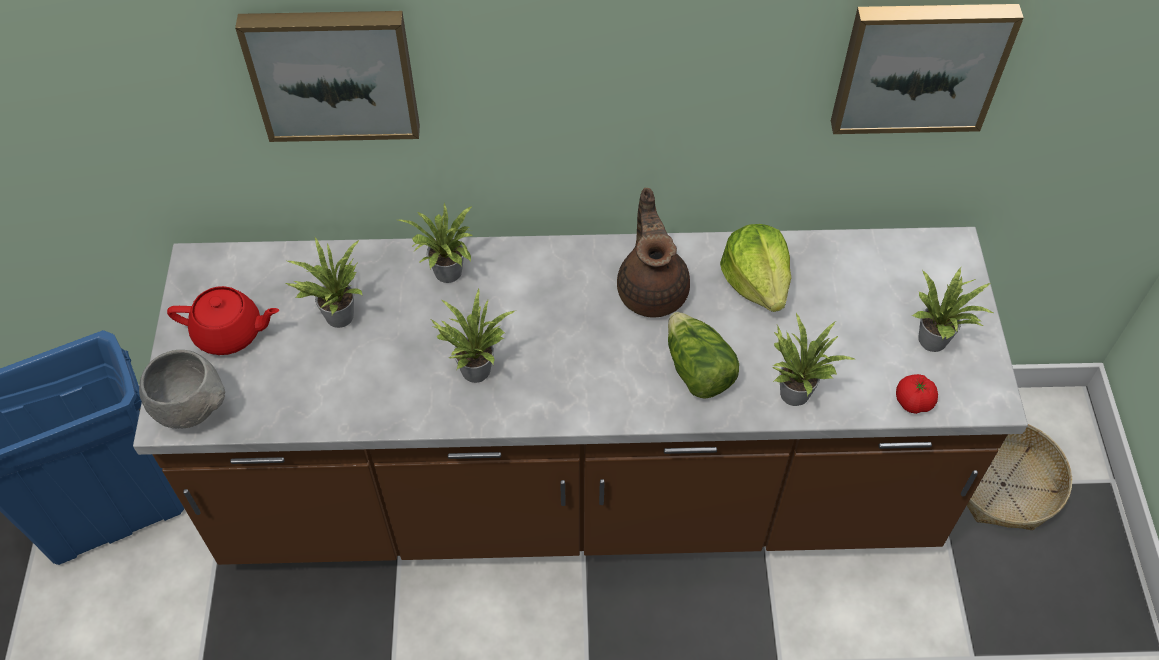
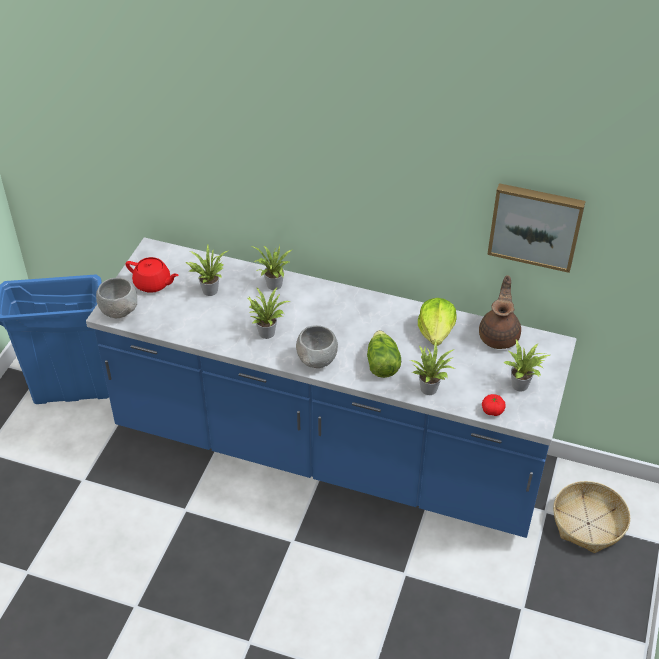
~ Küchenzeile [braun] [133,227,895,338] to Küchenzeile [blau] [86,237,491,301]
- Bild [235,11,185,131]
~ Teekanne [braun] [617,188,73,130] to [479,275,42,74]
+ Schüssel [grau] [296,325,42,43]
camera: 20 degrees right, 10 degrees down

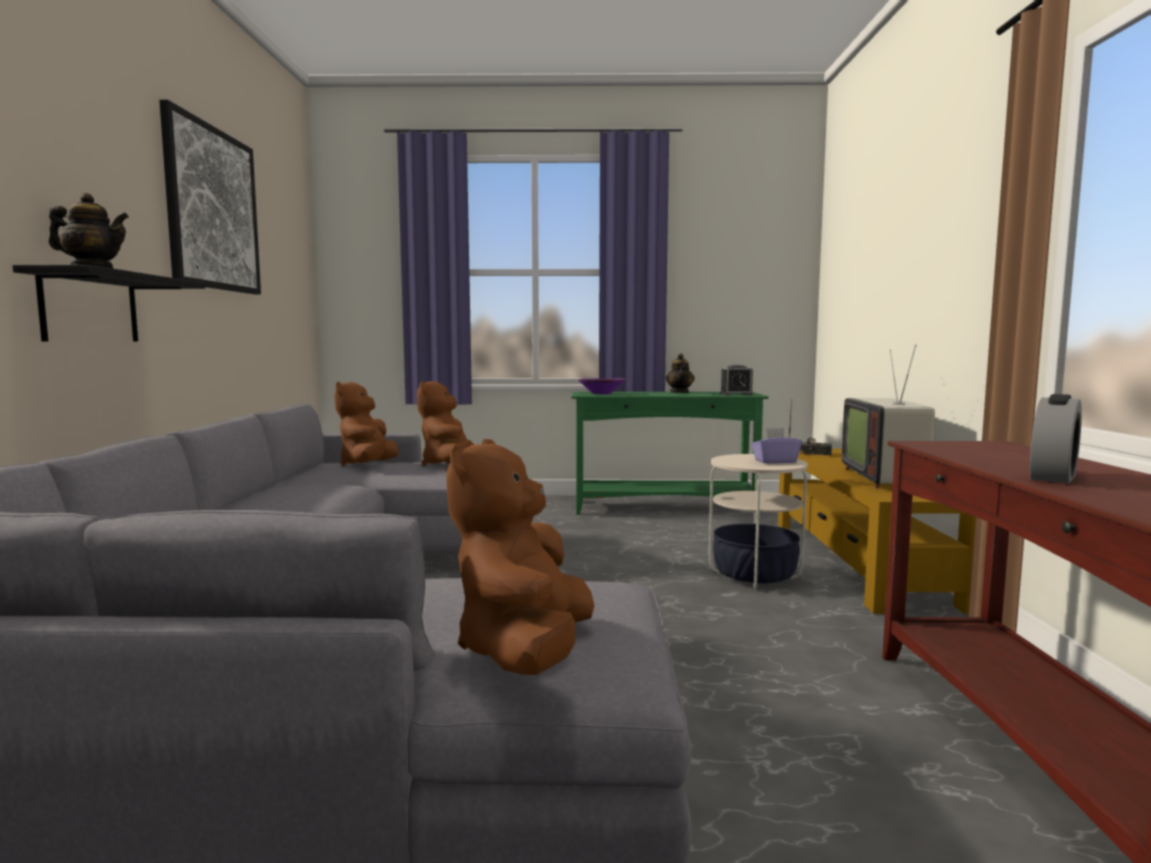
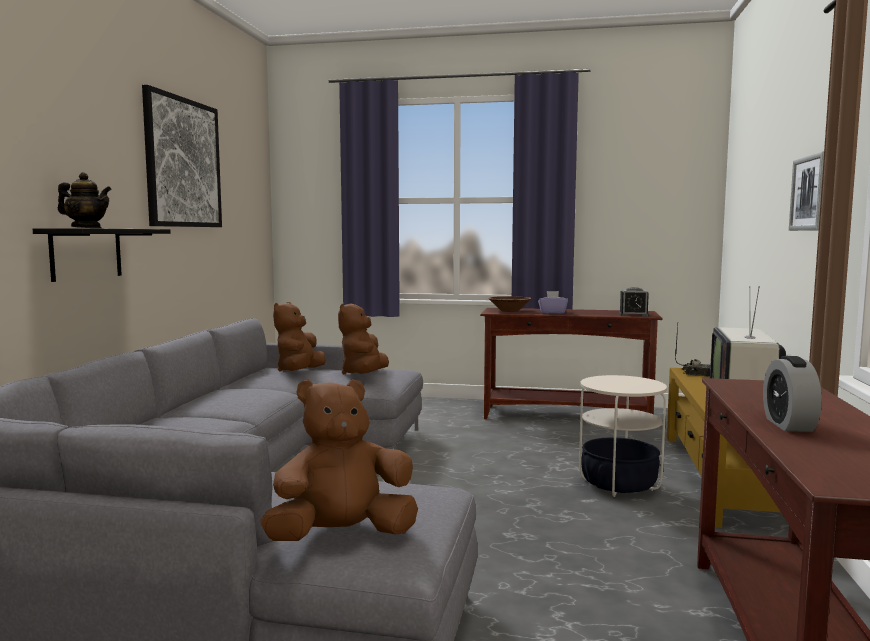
~ Plüschtier [braun] [446,439,149,236] = [260,379,158,162] 45 degrees clockwise
~ Konsolentisch [grün] [571,392,198,123] to Konsolentisch [braun] [480,308,183,111]
~ Schüssel [lila] [578,378,47,16] to Schüssel [braun] [488,296,43,16]
- Teekanne [666,354,29,39]
~ Taschentuchbox [lila] [751,428,51,36] to [538,291,30,23]
~ Wecker [1030,394,52,90] = [763,356,59,76] 135 degrees clockwise
+ Bild [789,151,35,80]
camera: 10 degrees right, 0 degrees up

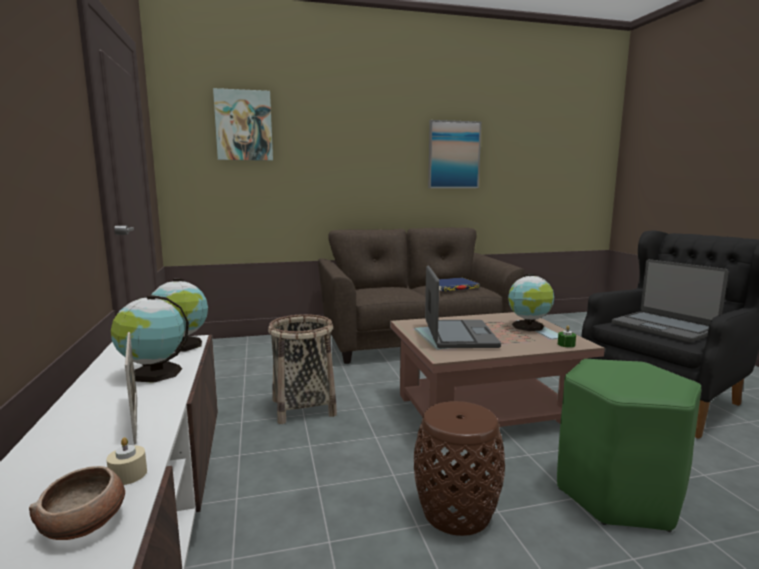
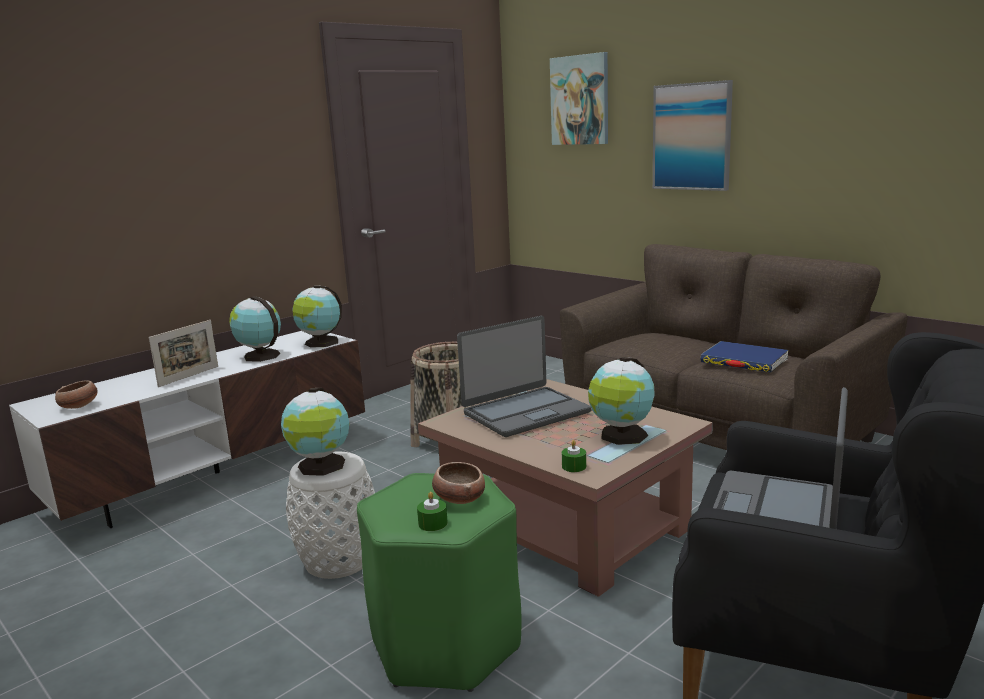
- Kerze [beige] [106,437,41,48]
~ Hocker [braun] [414,401,91,135] to Hocker [weiß] [286,452,89,127]
~ Bild [428,120,53,68] to [653,80,80,111]
+ Globus [281,388,68,88]
+ Kerze [grün] [417,492,31,39]
+ Schüssel [432,462,53,42]
camera: 60 degrees right, 5 degrees up

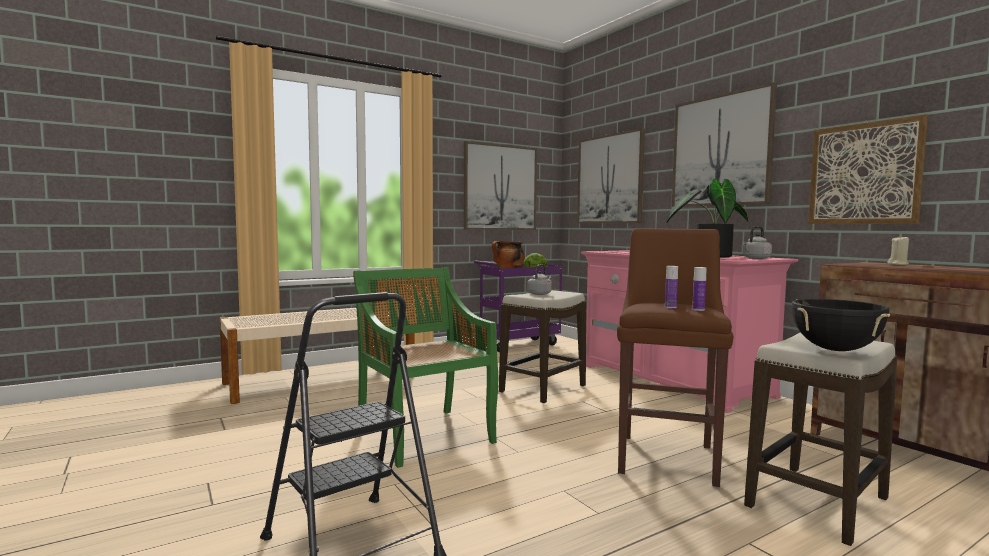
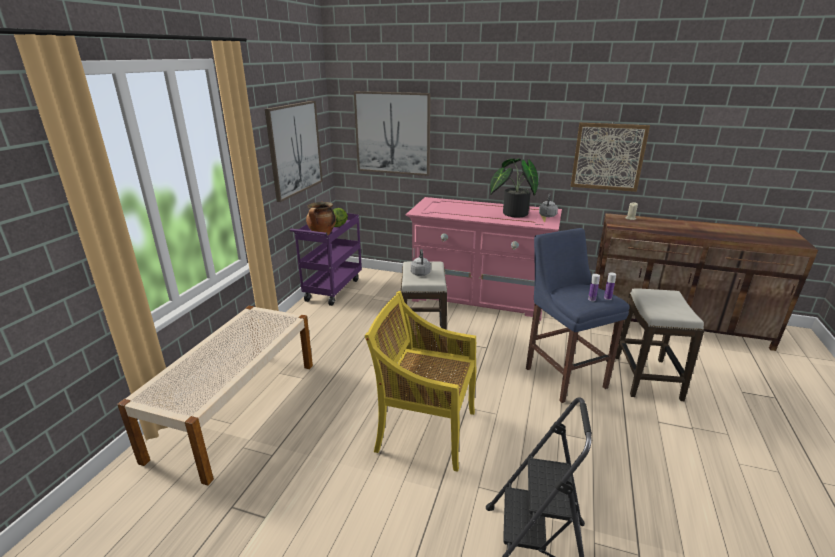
~ Stuhl [grün] [353,267,145,201] to Stuhl [gelb] [364,291,112,181]
~ Hocker [braun] [617,228,116,259] to Hocker [blau] [526,228,104,175]
- Bild [672,82,105,125]
- Kochtopf [schwarz] [791,299,99,52]
camera: 40 degrees left, 20 degrees up

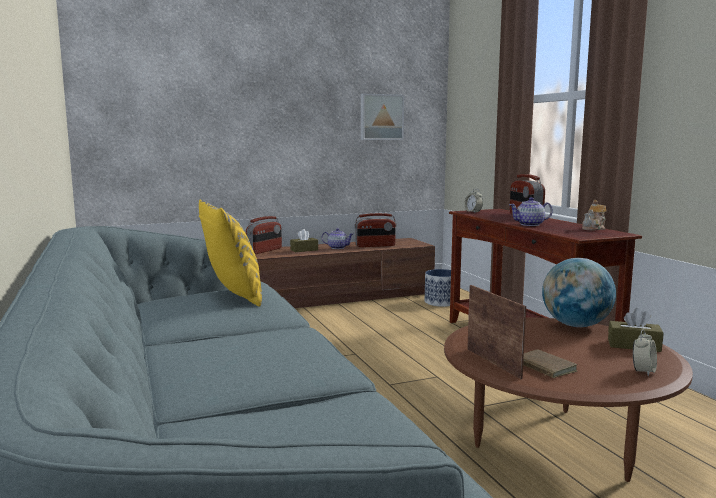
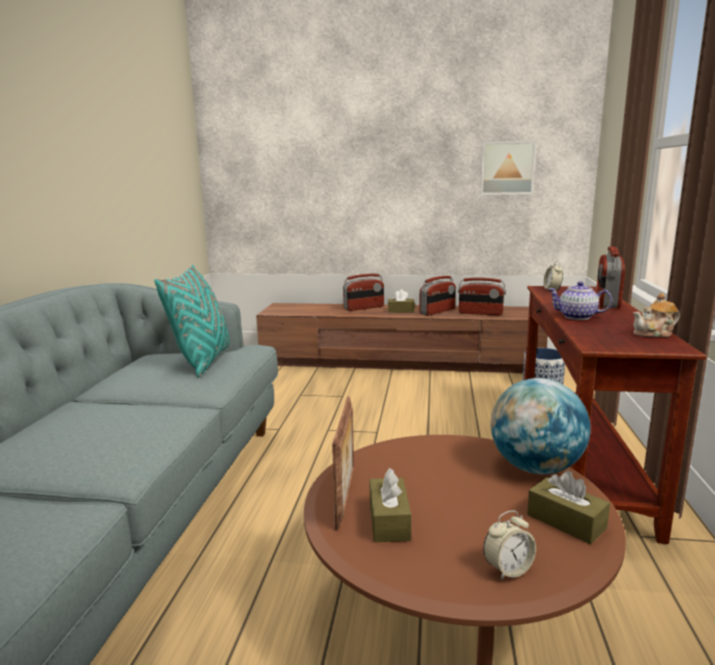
~ Kissen [gelb] [199,200,63,107] to Kissen [türkis] [154,265,76,113]
~ Teekanne [322,228,31,21] to Radio [419,276,37,40]
~ Buch [braun] [523,349,54,29] to Taschentuchbox [braun] [370,468,41,74]
camera: 30 degrees right, 5 degrees up

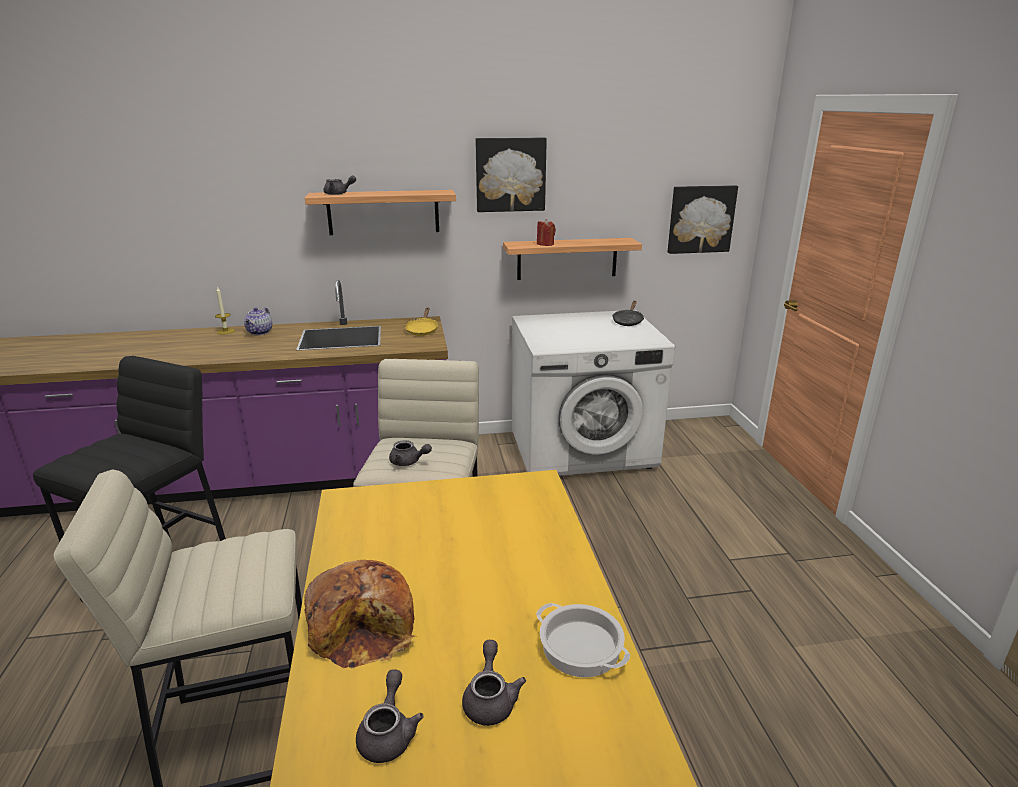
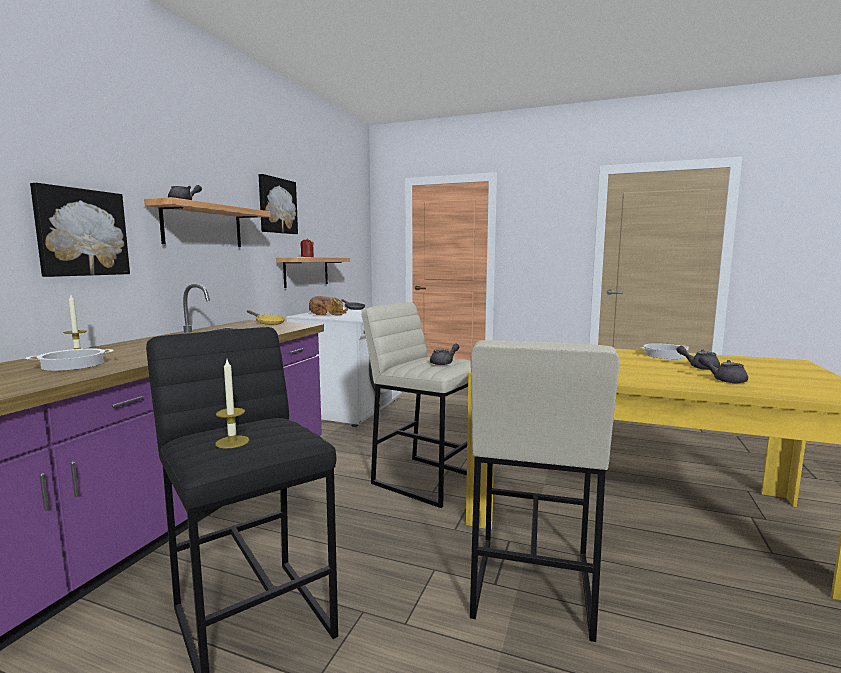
- Teekanne [244,307,28,28]
~ Brot [304,560,112,109] to [309,296,39,20]
~ Bild [668,185,70,69] to [30,183,100,94]
+ Kochtopf [25,349,89,22]
+ Kerze [215,360,35,88]
camera: 60 degrees left, 15 degrees down

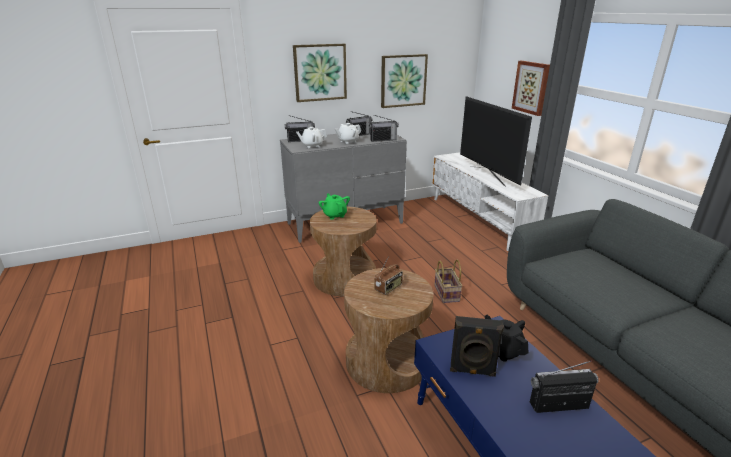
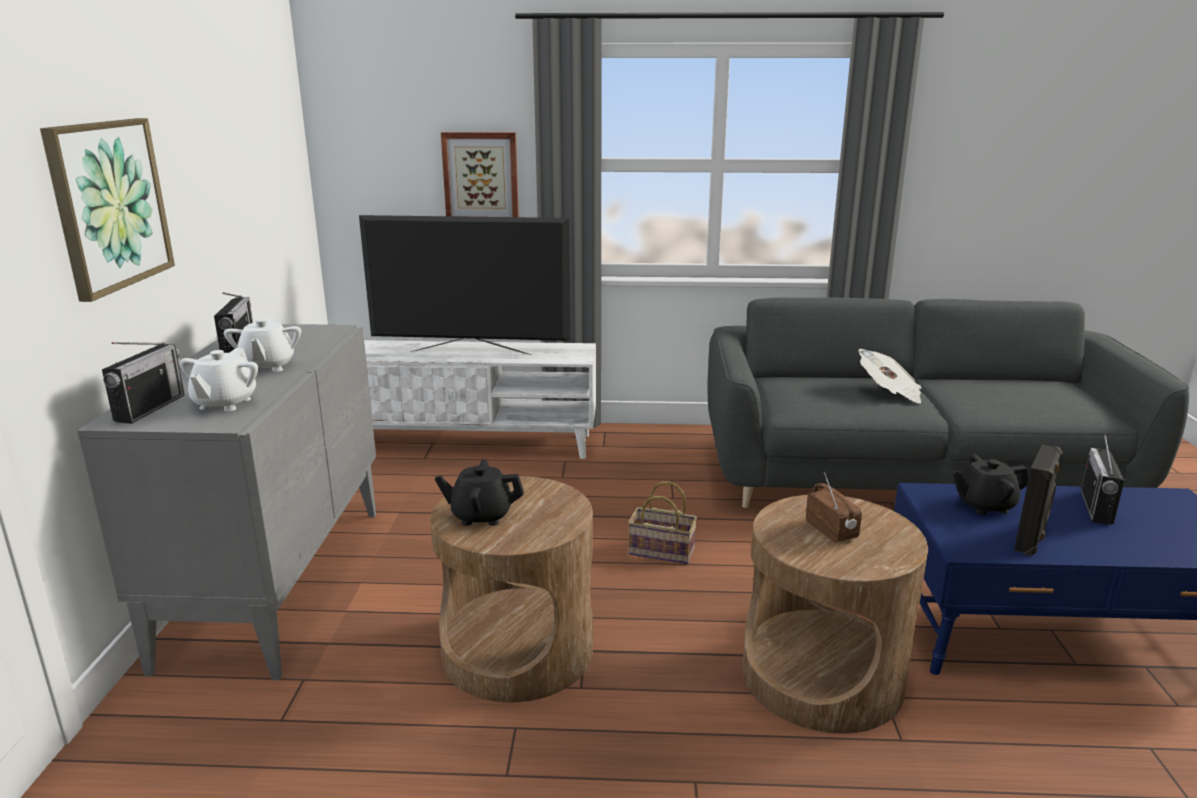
~ Teekanne [grün] [319,193,31,27] to Teekanne [schwarz] [435,460,89,66]
- Radio [369,115,30,27]
- Bild [381,54,47,54]
+ Zeitung [858,349,64,54]
camera: 65 degrees left, 5 degrees down

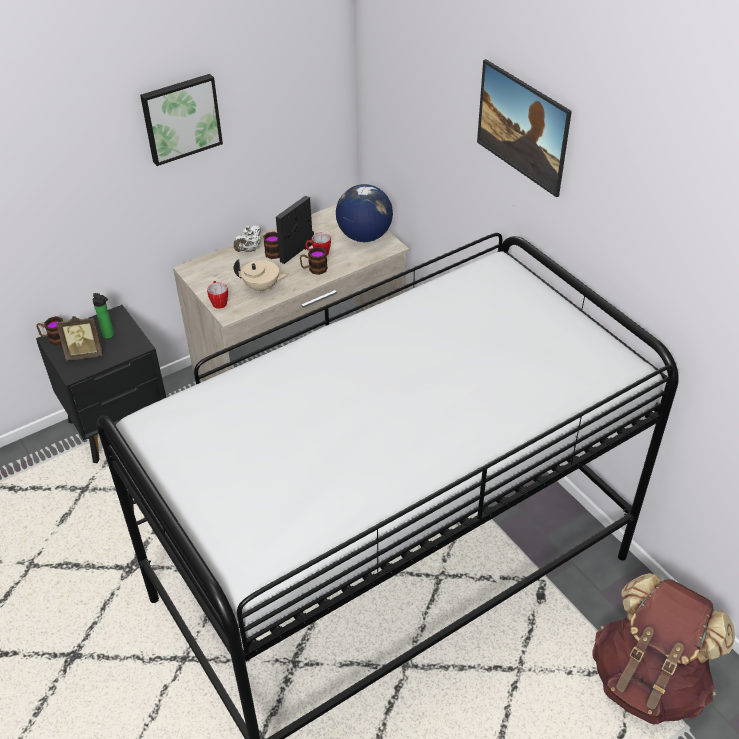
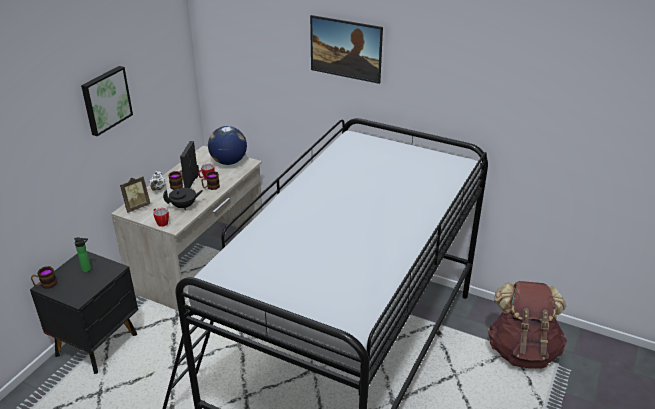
~ Bilderrahmen [56,316,47,45] to [120,176,30,37]
~ Teekanne [beige] [234,259,55,35] to Teekanne [schwarz] [163,188,40,22]
camera: 30 degrees left, 10 degrees down

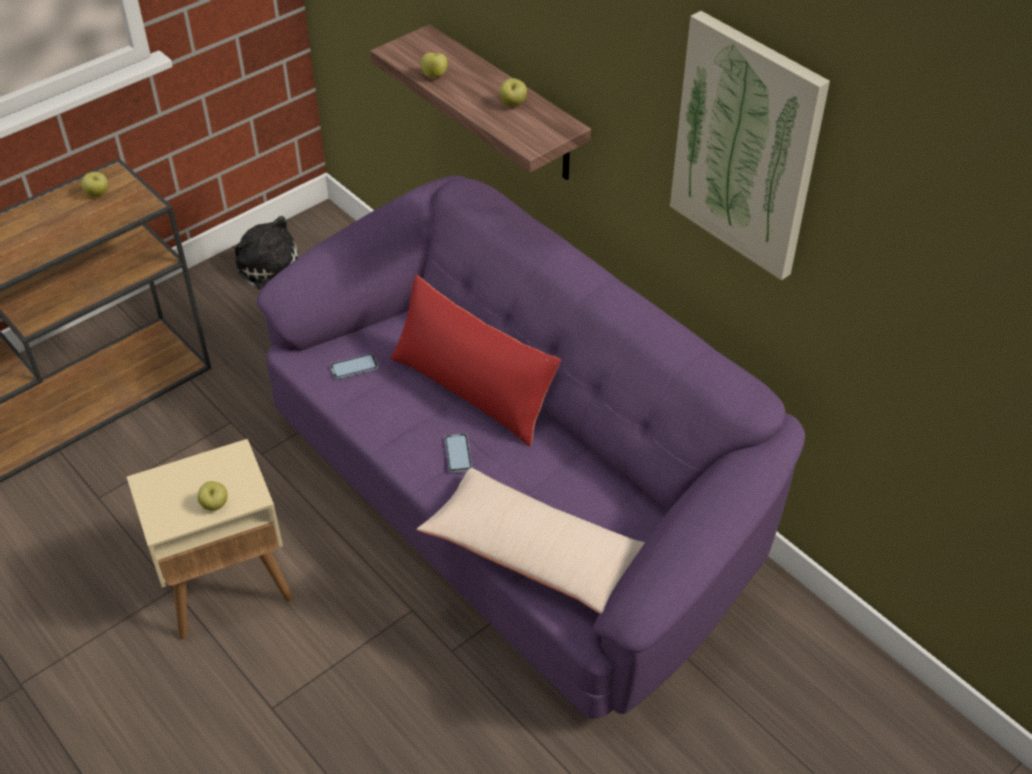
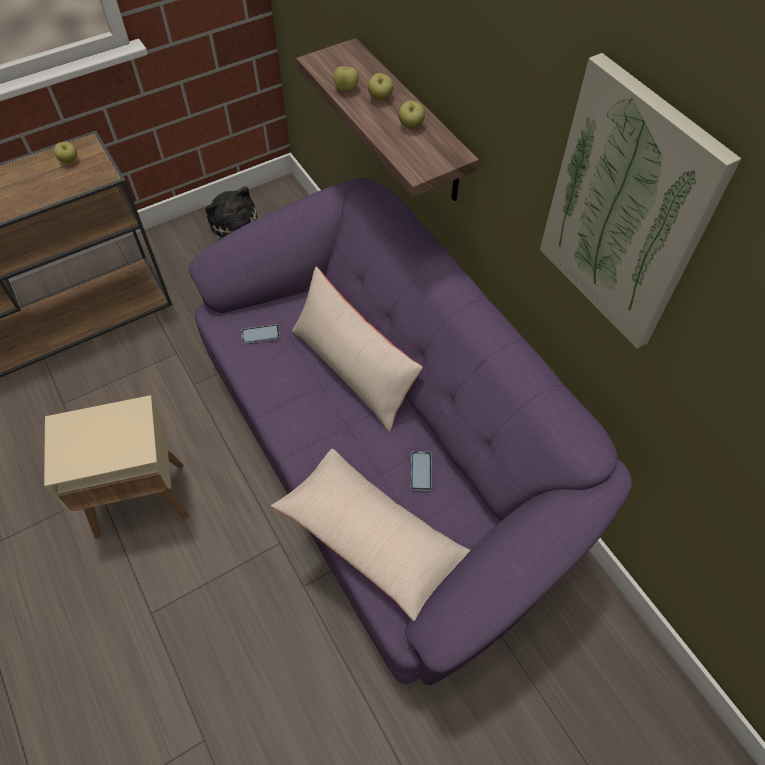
~ Apfel [198,481,30,29] to [368,73,25,27]
~ Kissen [rot] [391,275,170,171] to Kissen [beige] [292,266,131,166]
~ Handy [444,433,28,40] to [411,451,21,40]
camera: 10 degrees right, 10 degrees up

